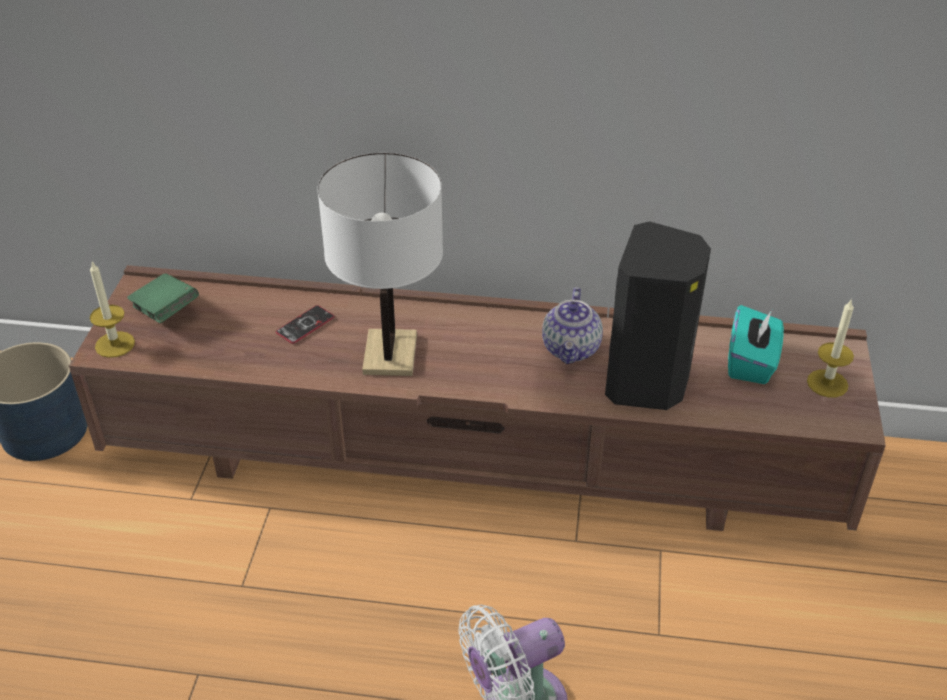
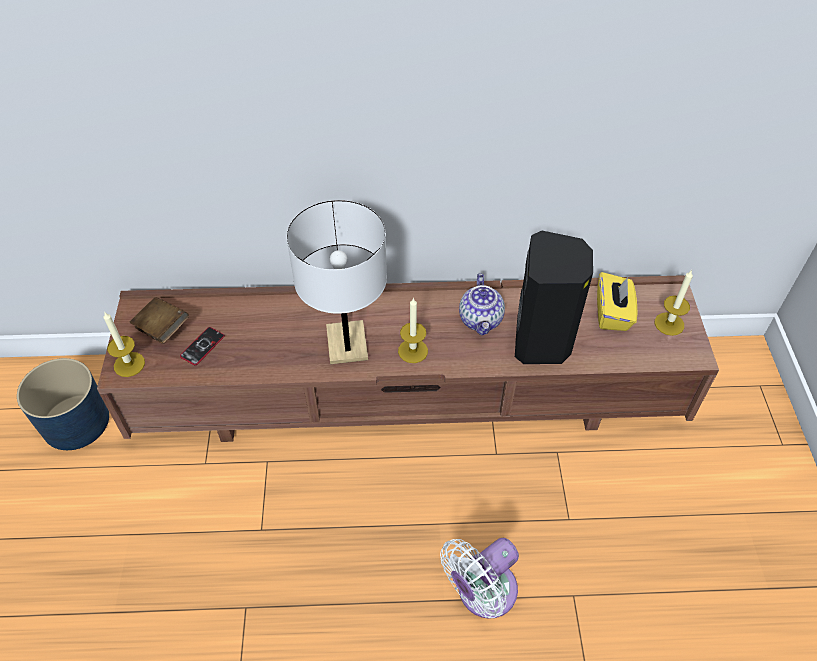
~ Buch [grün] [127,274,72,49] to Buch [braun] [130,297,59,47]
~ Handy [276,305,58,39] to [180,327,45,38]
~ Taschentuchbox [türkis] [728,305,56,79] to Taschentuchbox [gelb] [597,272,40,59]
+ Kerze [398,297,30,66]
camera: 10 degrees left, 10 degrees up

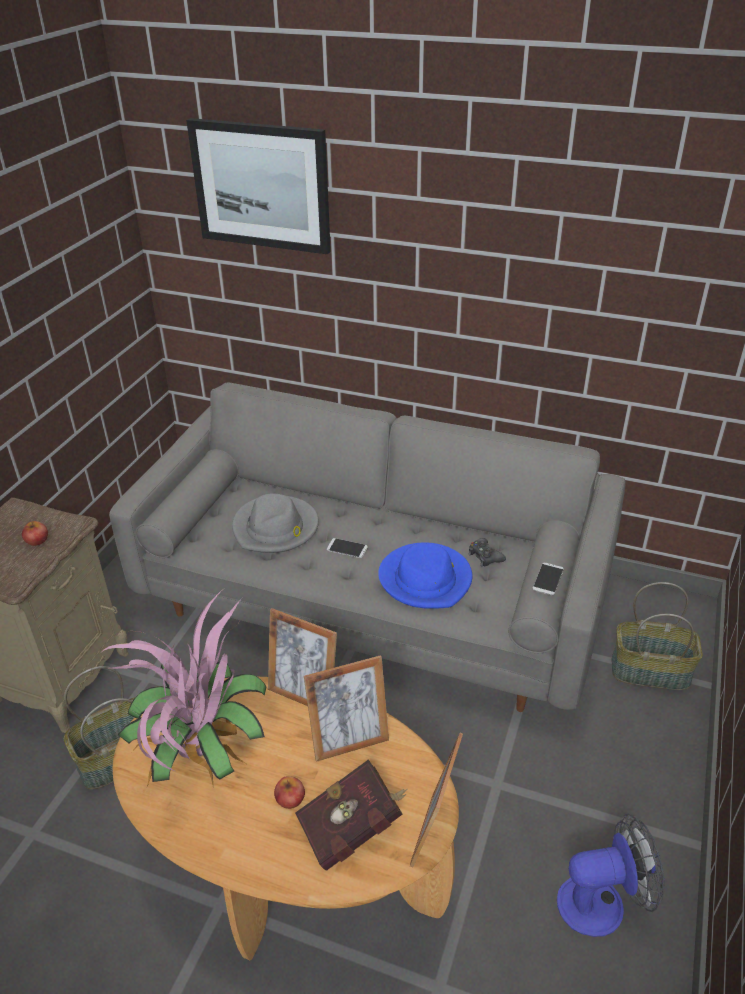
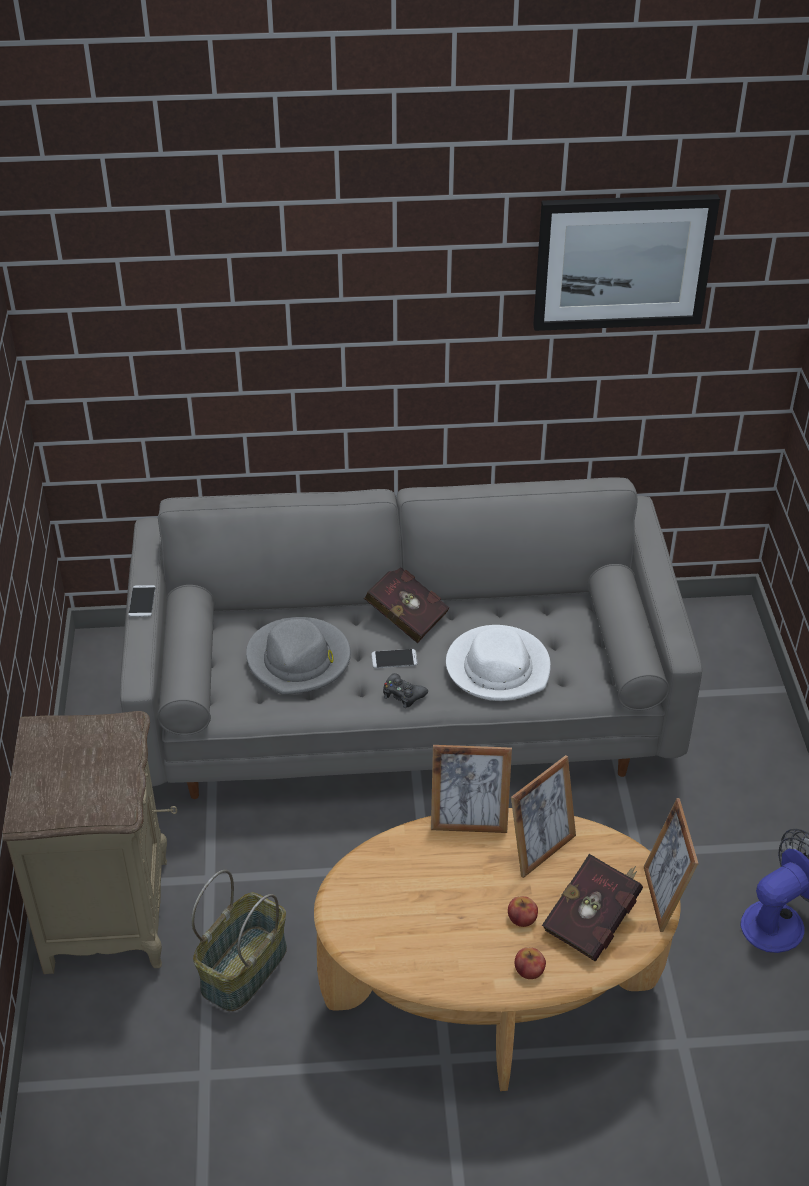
~ Apfel [22,521,26,25] to [515,947,31,32]
- Topfpflanze [103,590,164,196]
~ Bild [186,118,145,136] to [533,194,187,137]
~ Hut [blau] [378,542,94,67] to Hut [weiß] [446,625,105,76]
~ Gamepad [schwarz] [468,538,38,29] to [383,673,45,35]
~ Handy [533,562,31,33] to [128,585,28,32]
- Korb [612,582,91,108]
+ Buch [rot] [364,567,85,76]
camera: 25 degrees left, 5 degrees up

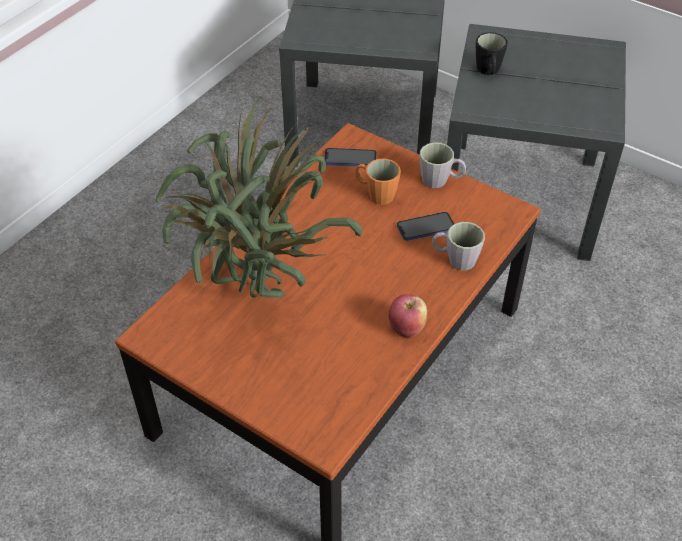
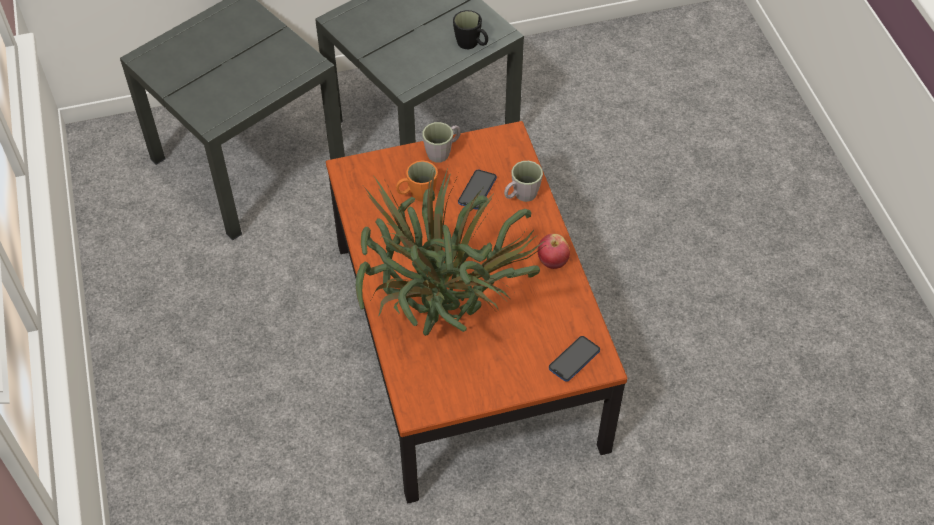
~ Handy [324,148,52,18] to [549,336,51,46]
~ Henkelbecher [schwarz] [476,32,32,43] to [453,10,35,39]
camera: 50 degrees left, 5 degrees up

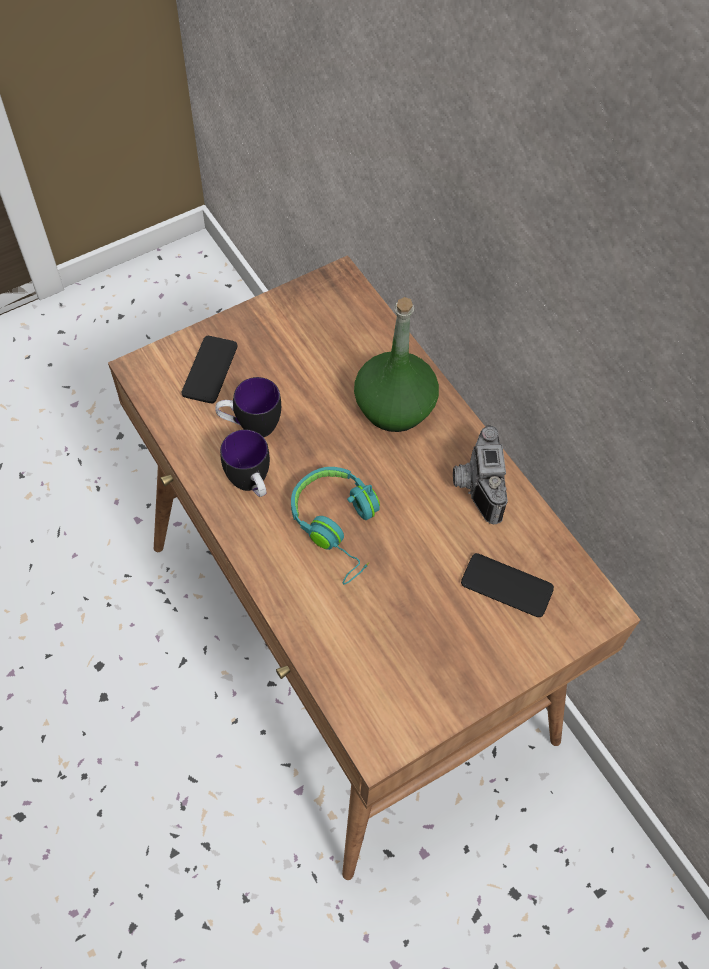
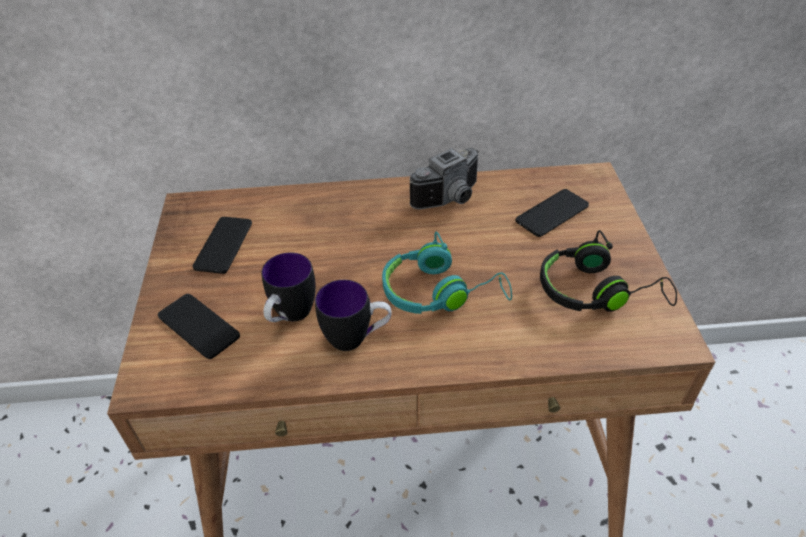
- Flasche [grün] [354,297,85,135]
~ Kamera [453,424,55,100] = [410,148,69,61] 60 degrees counterclockwise
+ Handy [193,217,59,57]
+ Kopfhörer [schwarz] [540,230,137,82]
camera: 60 degrees left, 15 degrees down

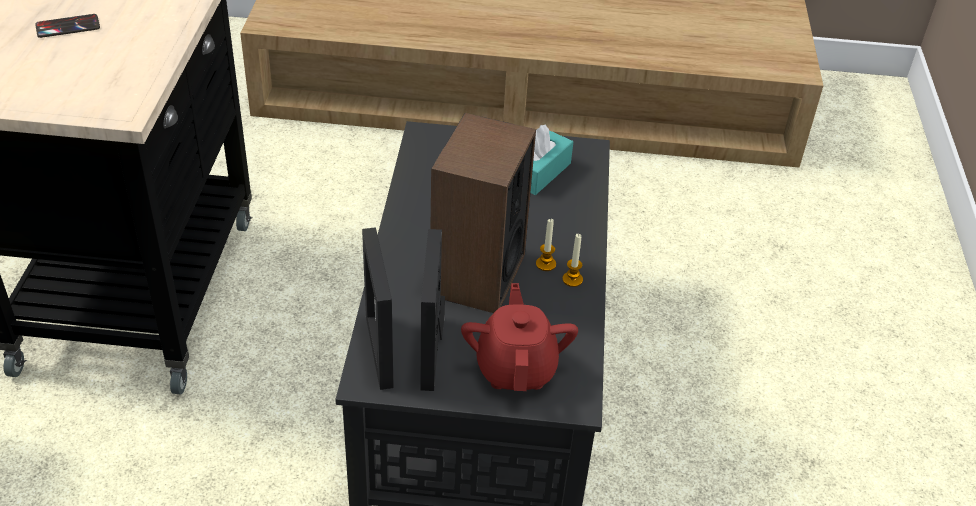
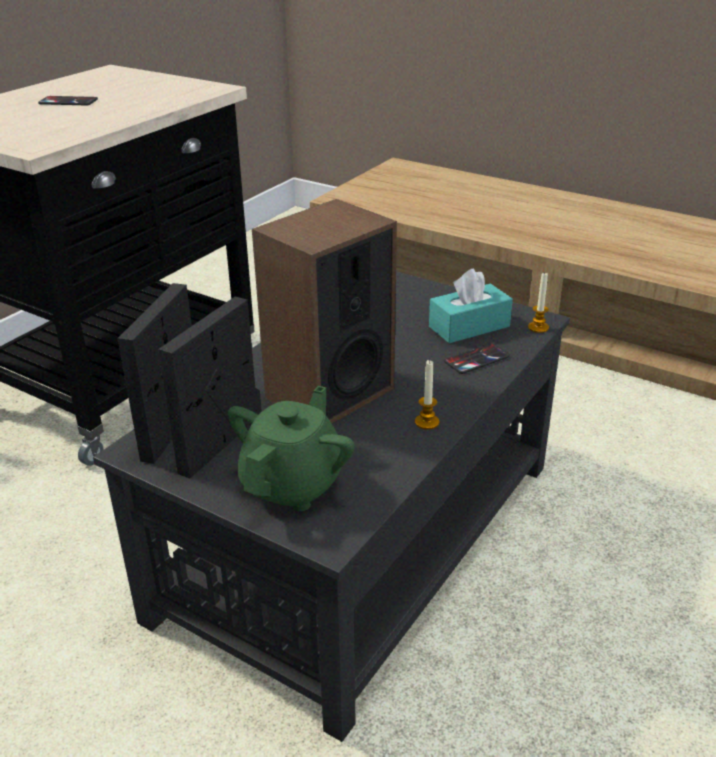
~ Teekanne [rot] [461,283,117,108] to Teekanne [grün] [228,386,126,125]
~ Kerze [536,219,20,52] to [528,273,21,60]
+ Handy [444,343,66,31]
camera: 30 degrees right, 10 degrees down

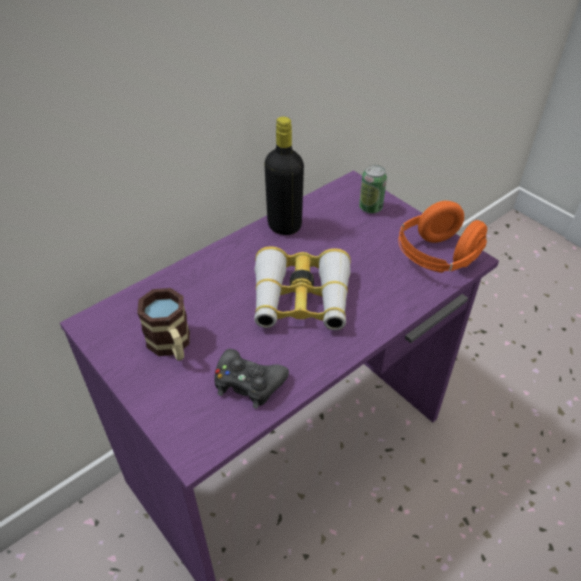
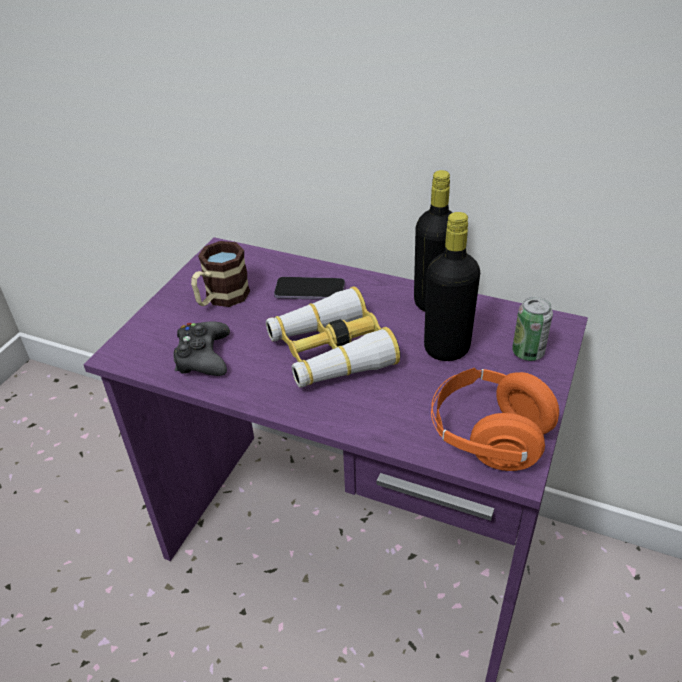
+ Handy [274,277,71,23]
+ Flasche [schwarz] [424,212,56,149]
camera: 65 degrees right, 5 degrees down

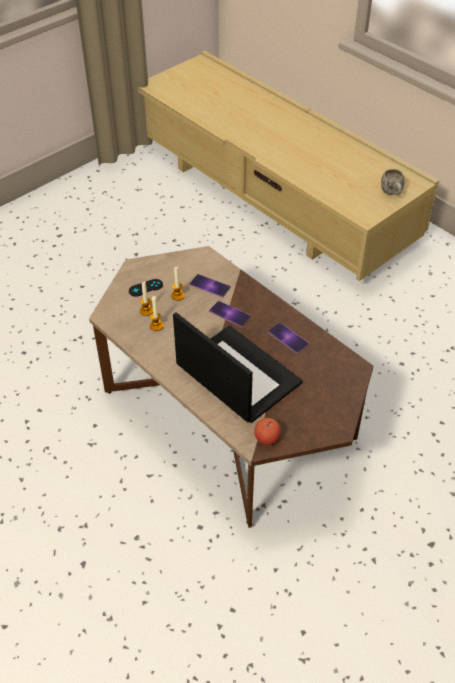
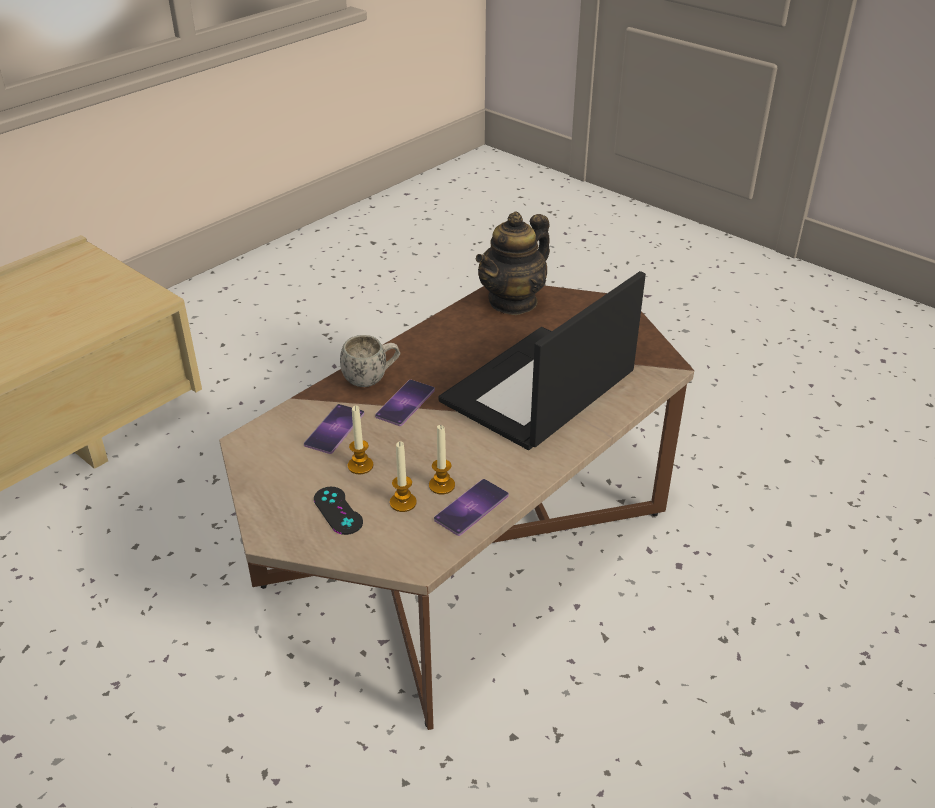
- Apfel [254,418,27,27]
~ Handy [268,323,41,30] to [434,479,75,57]
~ Henkelbecher [weiß] [381,169,23,26] to [340,335,60,52]
+ Teekanne [476,212,74,103]
camera: 95 degrees left, 10 degrees down

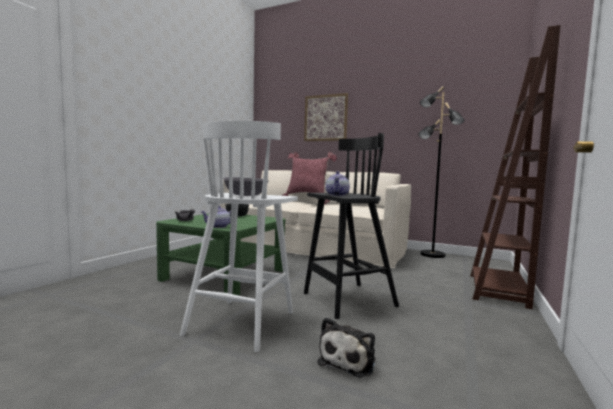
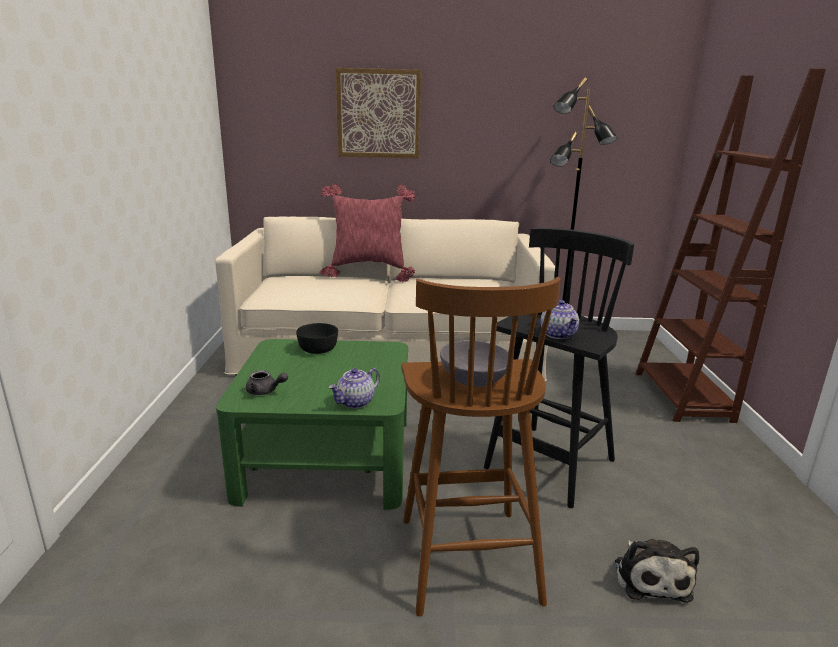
~ Hocker [weiß] [180,121,118,231] to Hocker [braun] [401,277,160,340]
camera: 25 degrees left, 15 degrees up

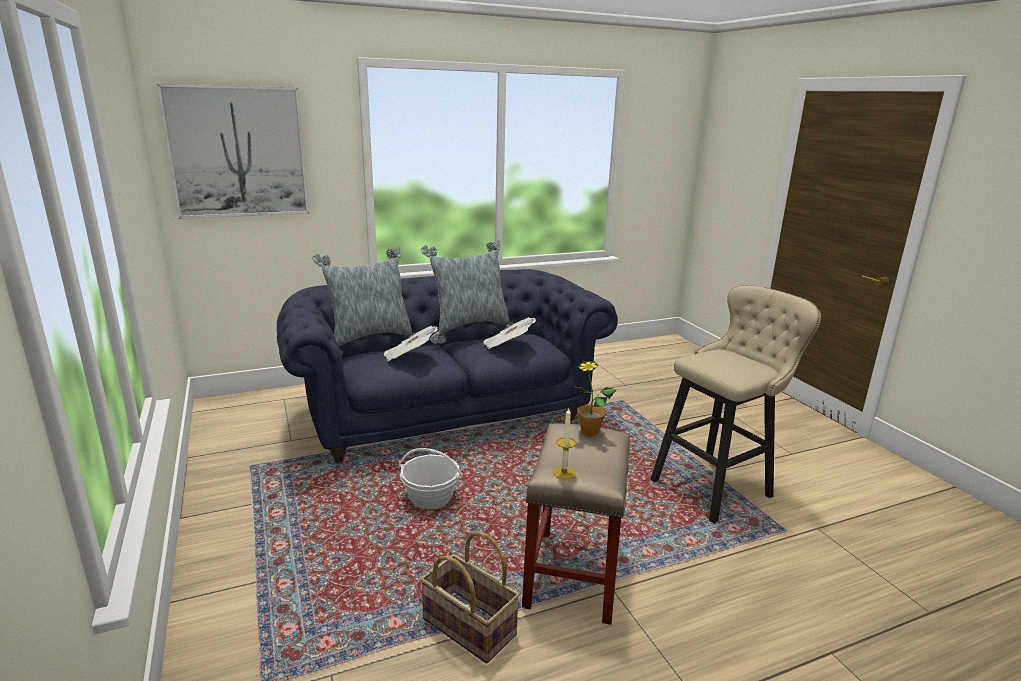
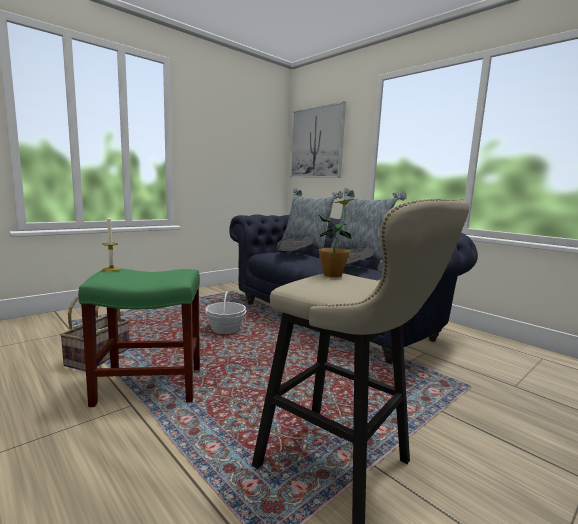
~ Hocker [beige] [522,424,108,201] to Hocker [grün] [78,268,122,139]
~ Topfpflanze [571,361,46,75] to [318,199,36,78]
camera: 70 degrees right, 10 degrees down

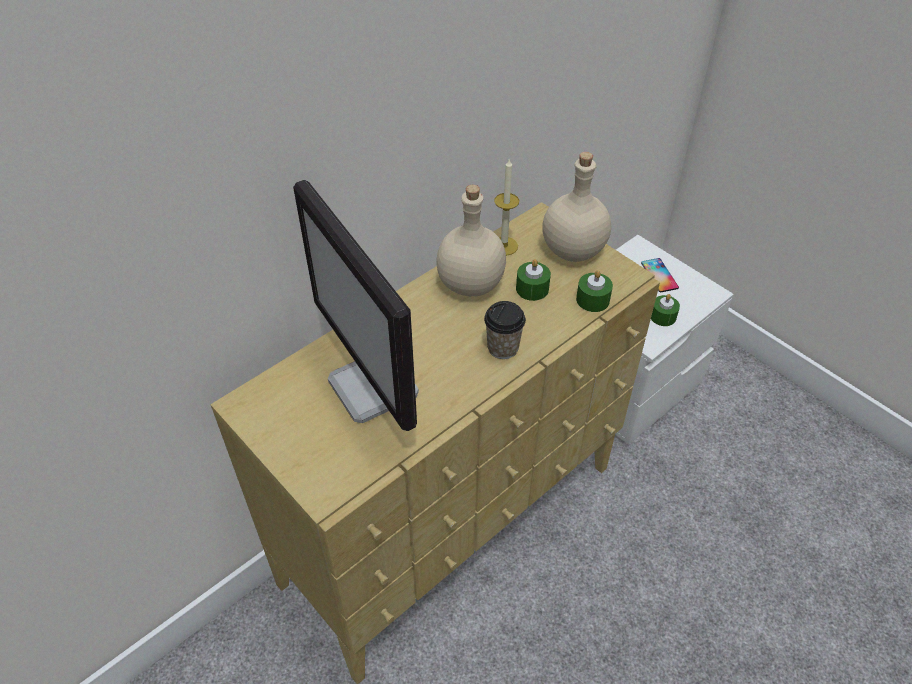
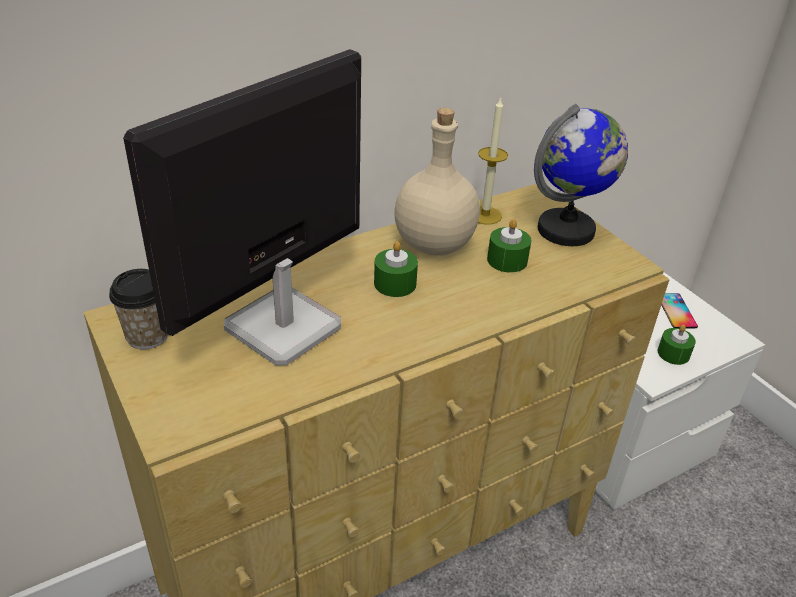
~ Monitor [293,180,126,251] = [123,49,238,316] 60 degrees clockwise
~ Tasse [484,301,42,58] to [109,269,59,80]
~ Flasche [beige] [542,152,69,110] to Globus [534,104,94,142]
~ Kerze [grün] [576,270,37,42] to [374,241,44,56]
camera: 10 degrees right, 10 degrees down

